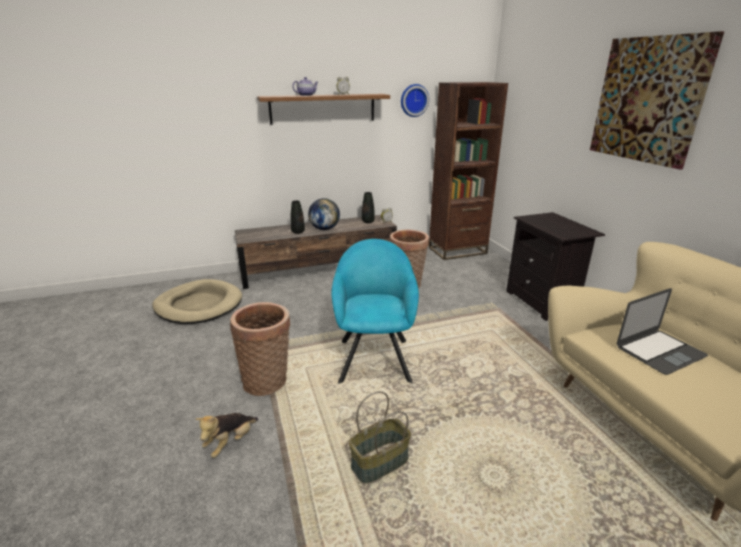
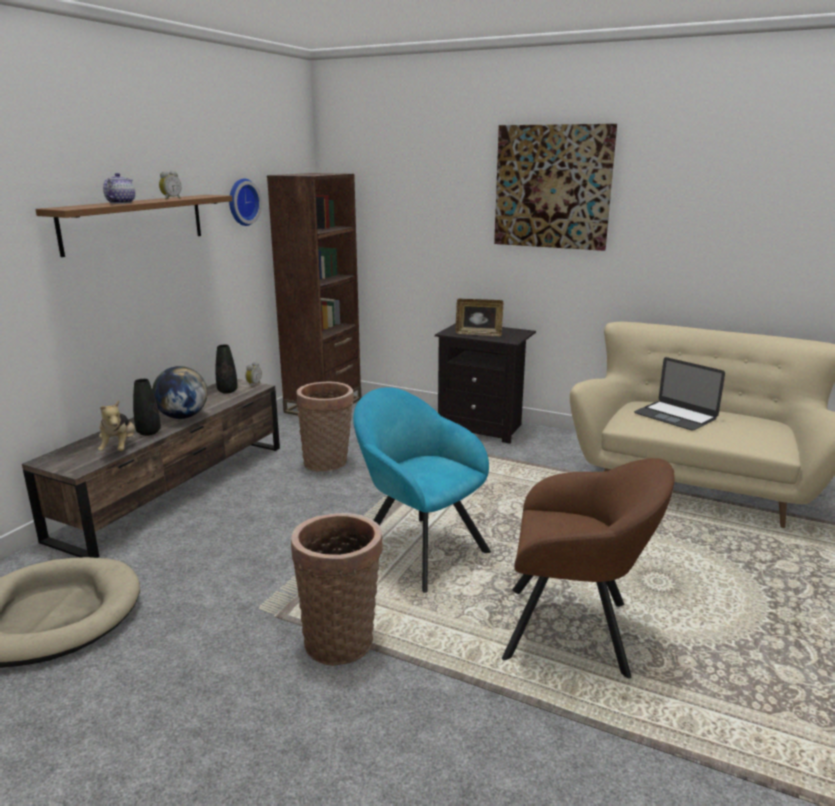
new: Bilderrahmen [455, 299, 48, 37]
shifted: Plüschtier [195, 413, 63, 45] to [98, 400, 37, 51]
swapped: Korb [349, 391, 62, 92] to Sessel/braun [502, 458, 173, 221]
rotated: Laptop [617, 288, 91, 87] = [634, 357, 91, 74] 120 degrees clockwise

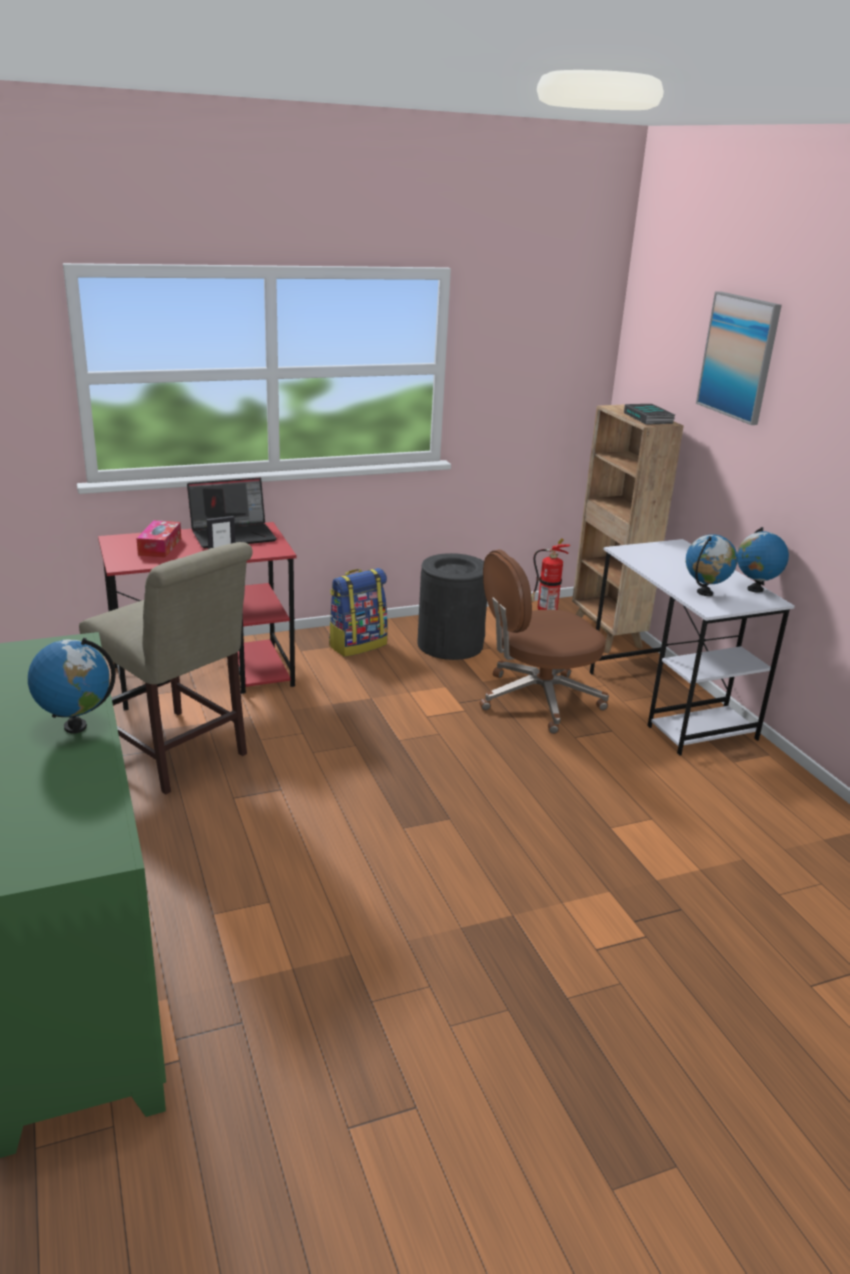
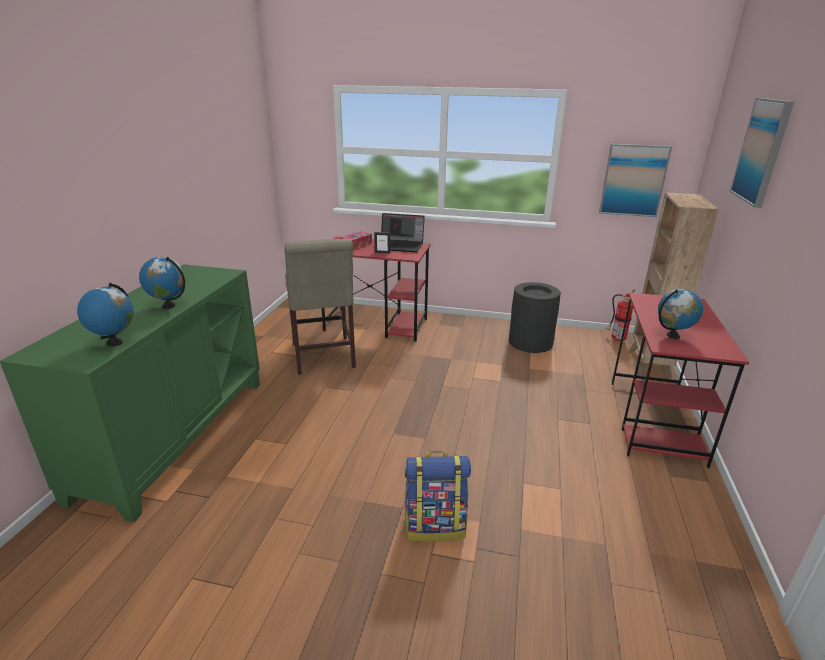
gone: Bürostuhl/braun [479, 550, 130, 184]; Buch [624, 404, 51, 21]
new: Bild [599, 144, 73, 73]
shifted: Rucksack [329, 568, 59, 89] to [404, 451, 67, 91]; Globus [737, 527, 52, 66] to [77, 283, 57, 63]
repainted: Schreibtisch/weiß [590, 539, 205, 217] to Schreibtisch/rot [612, 292, 137, 176]

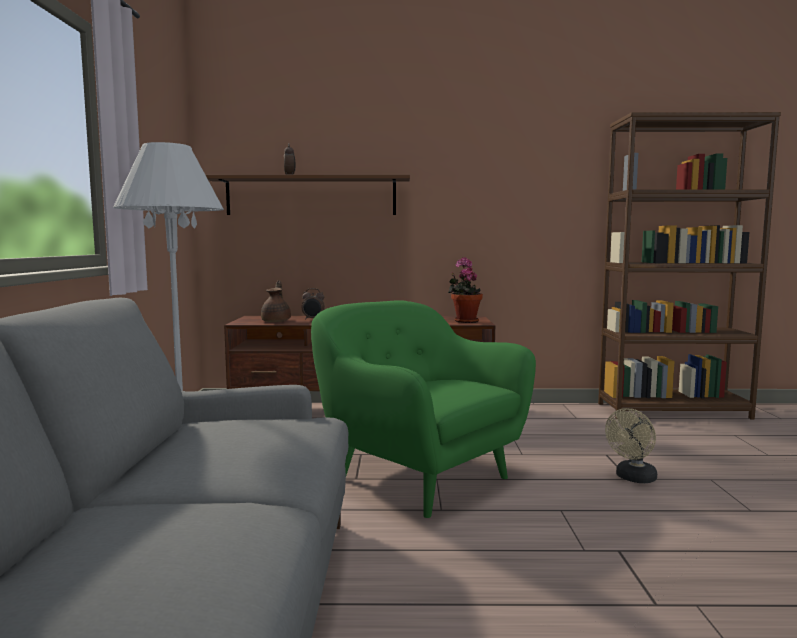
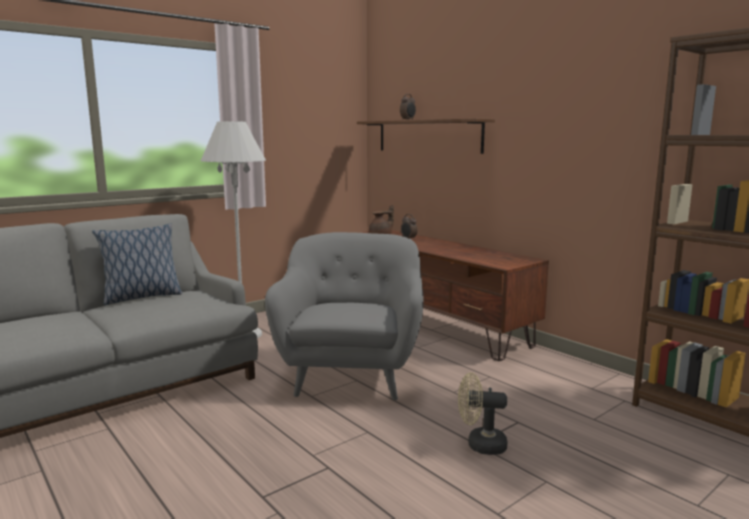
gone: Topfpflanze [448, 257, 35, 66]
new: Kissen [92, 224, 90, 81]
repainted: Sessel/grün [311, 300, 225, 218] to Sessel/grau [265, 232, 159, 168]

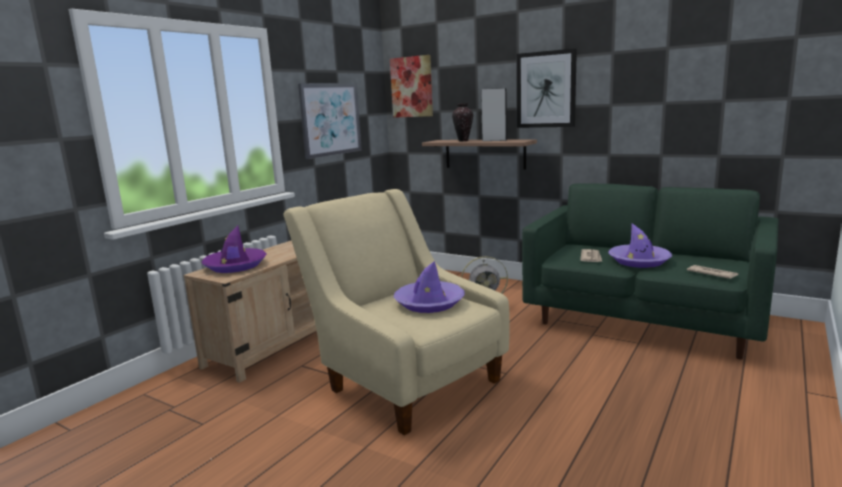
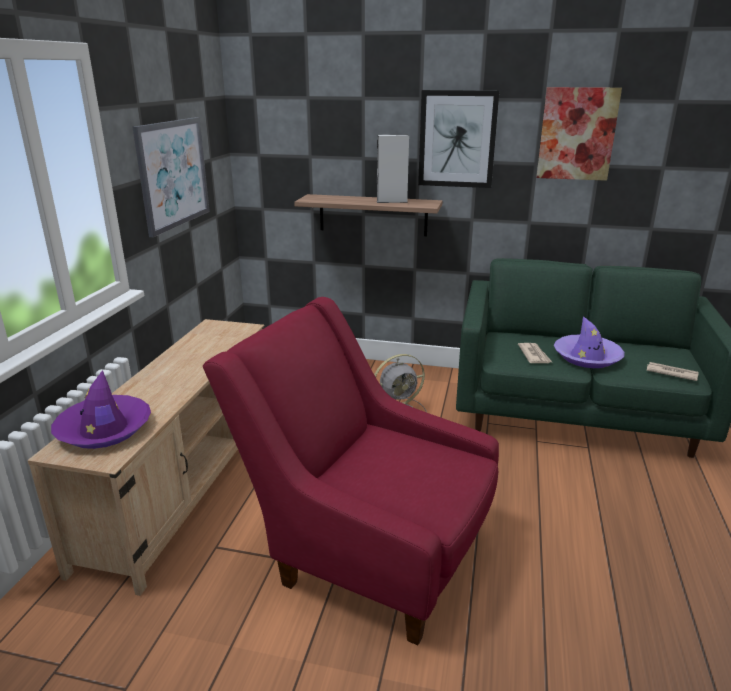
gone: Hut/lila [394, 261, 71, 52]; Vase [452, 103, 21, 38]
shifted: Bild [390, 55, 43, 63] to [537, 87, 85, 94]
repainted: Sessel/beige [283, 189, 227, 246] to Sessel/rot [203, 297, 296, 348]

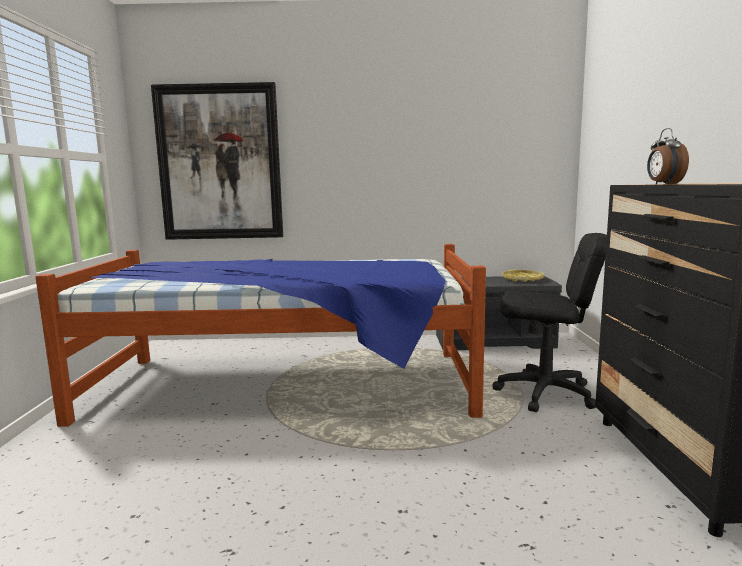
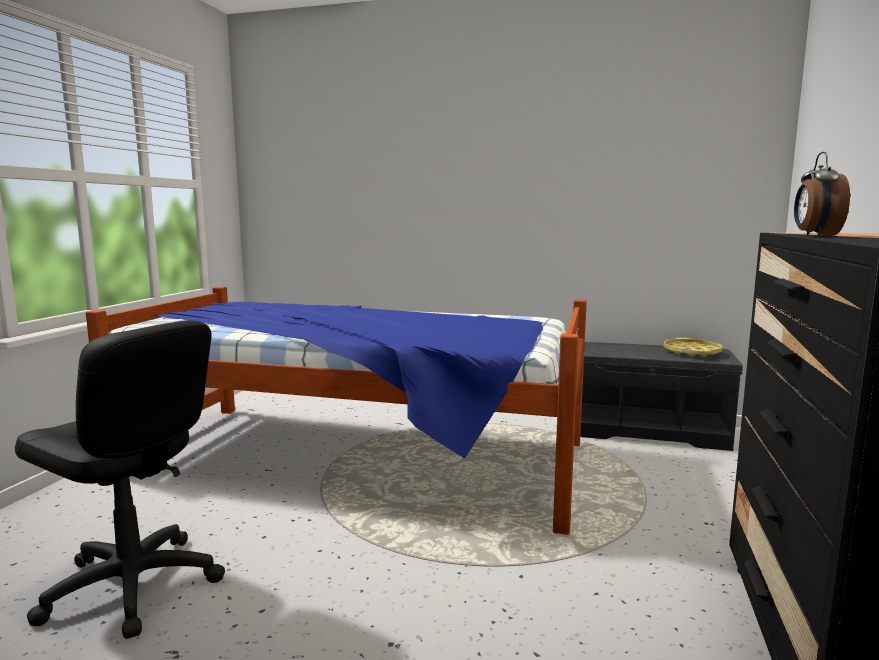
gone: Bild [151, 82, 132, 158]
shifted: Bürostuhl/schwarz [493, 233, 114, 179] to [15, 320, 210, 319]

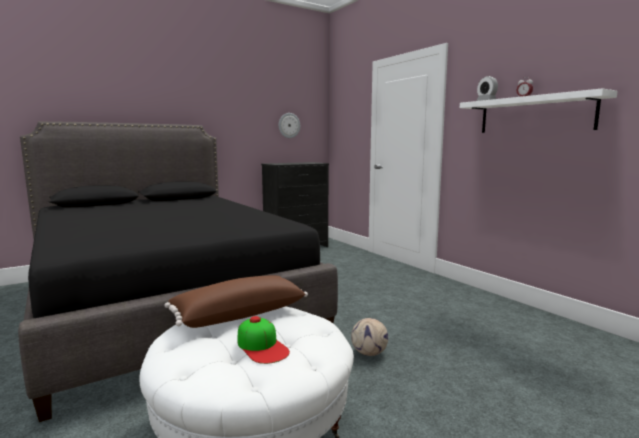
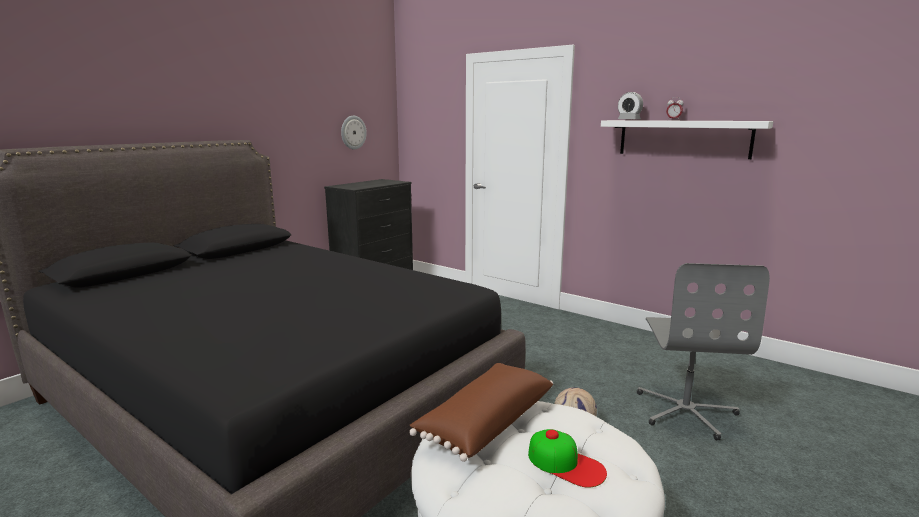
new: Bürostuhl/grau [637, 263, 133, 178]

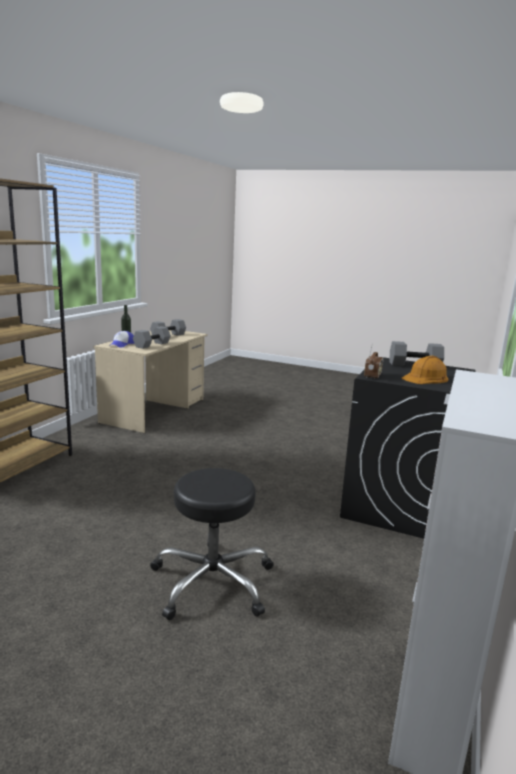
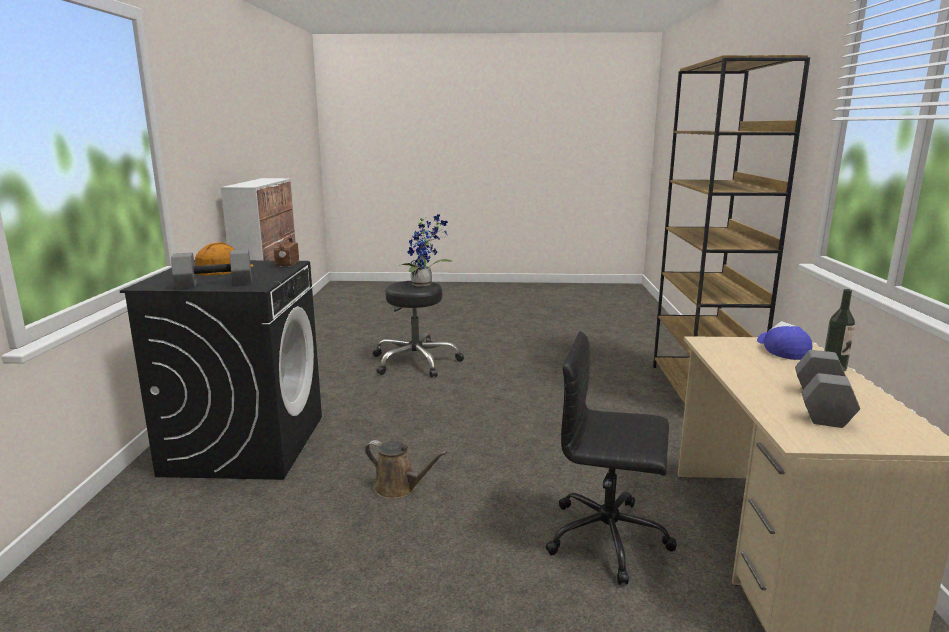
gone: Hantel/grau [133, 326, 38, 23]
new: Gießkanne/braun [365, 440, 82, 59]; Topfpflanze [399, 214, 53, 73]; Bürostuhl/schwarz [545, 331, 132, 254]

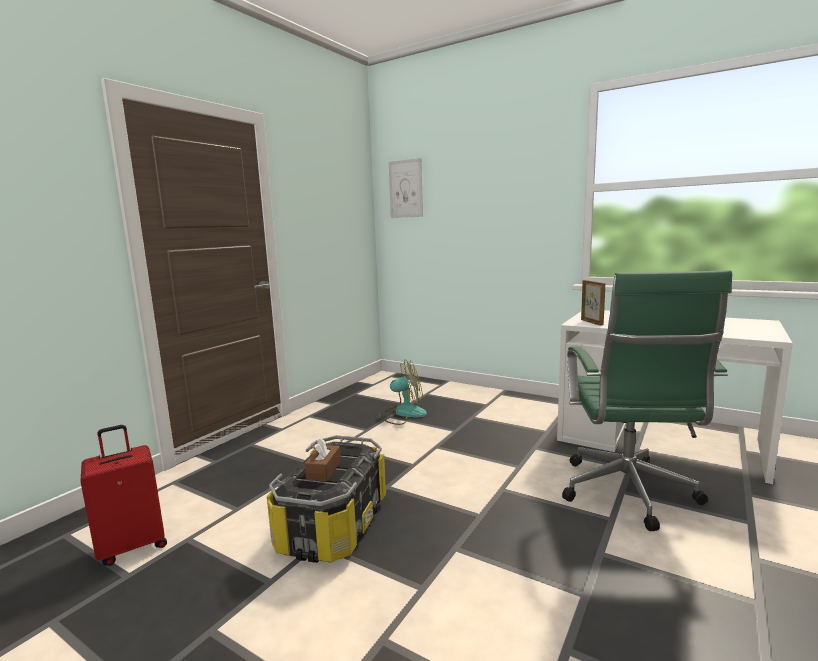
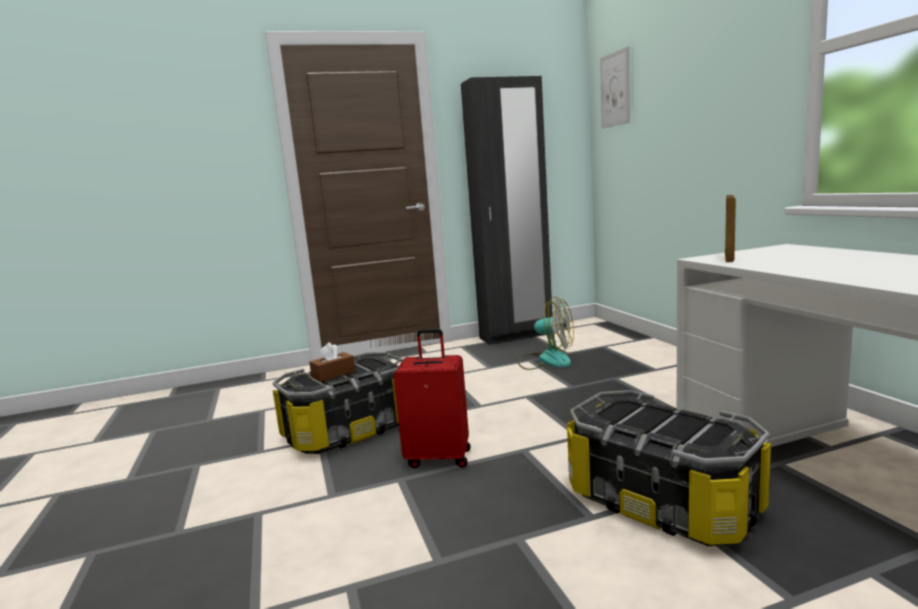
new: Kleiderschrank/schwarz [461, 76, 92, 269]
shifted: Koffer/rot [80, 425, 87, 141] to [393, 329, 78, 139]
swapped: Bürostuhl/grün [562, 270, 170, 261] to Aufbewahrungsbox [567, 390, 204, 156]

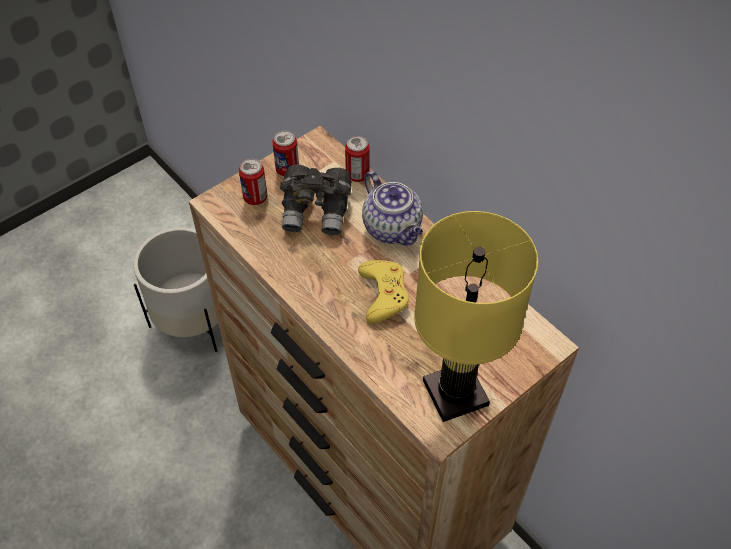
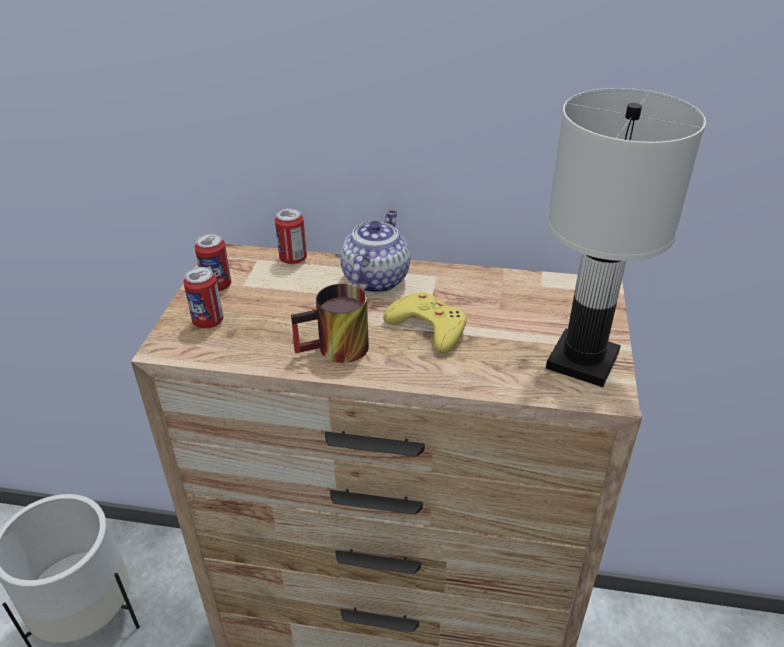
gone: Fernglas/grau [280, 165, 72, 70]
new: Henkelbecher [291, 283, 78, 80]
repainted: Tischlampe/gelb [414, 211, 124, 211] to Tischlampe/weiß [546, 88, 160, 299]
rotated: Teekanne [362, 171, 61, 75] = [340, 210, 70, 83] 90 degrees counterclockwise

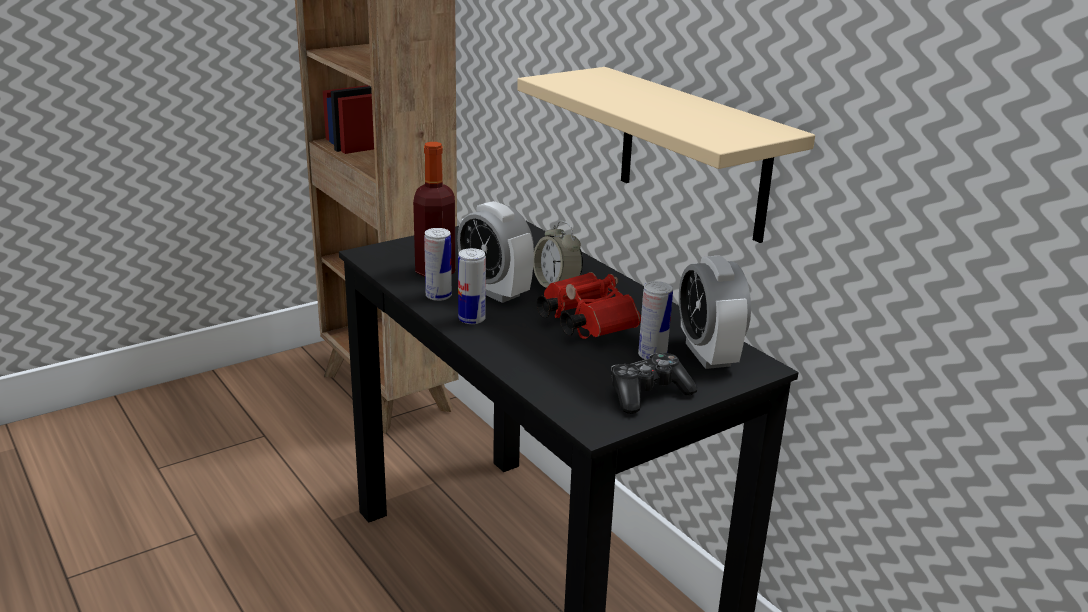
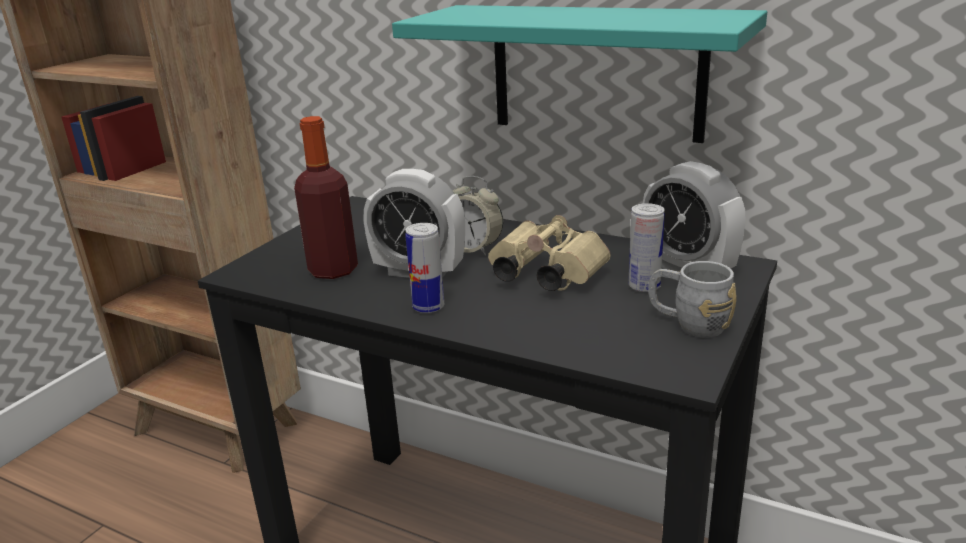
gone: Dose [424, 228, 28, 73]
swapped: Gamepad [611, 353, 86, 61] to Henkelbecher/grau [649, 261, 88, 77]
repainted: Wandregal/beige [517, 67, 298, 176] to Wandregal/türkis [392, 5, 375, 138]; Fernglas/rot [537, 272, 104, 67] to Fernglas/beige [488, 215, 123, 76]

